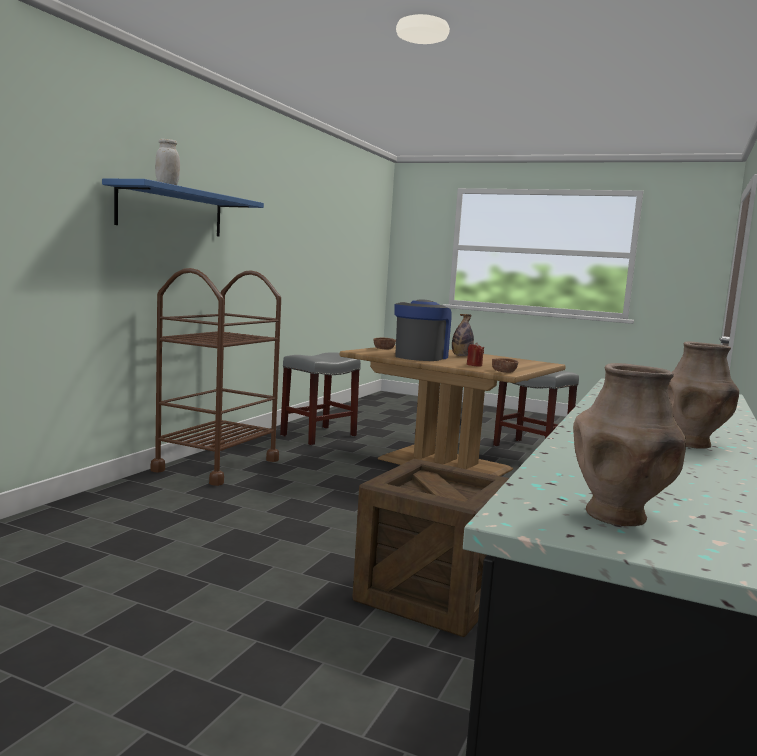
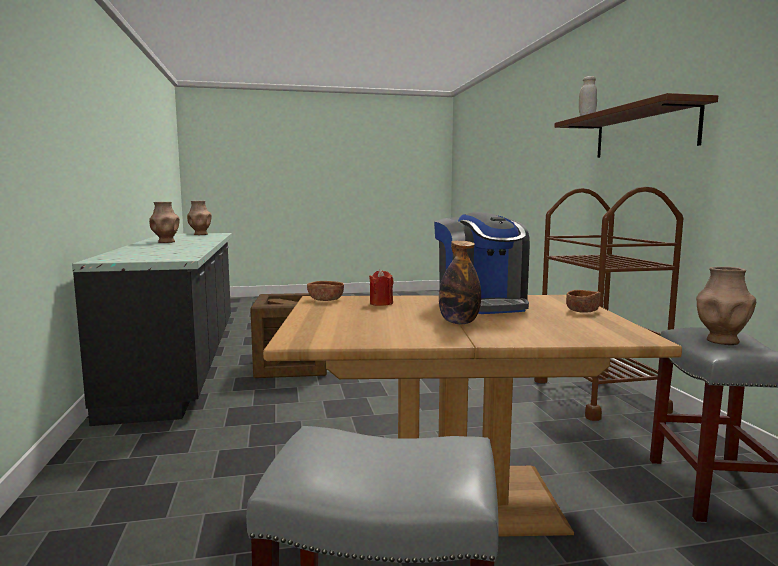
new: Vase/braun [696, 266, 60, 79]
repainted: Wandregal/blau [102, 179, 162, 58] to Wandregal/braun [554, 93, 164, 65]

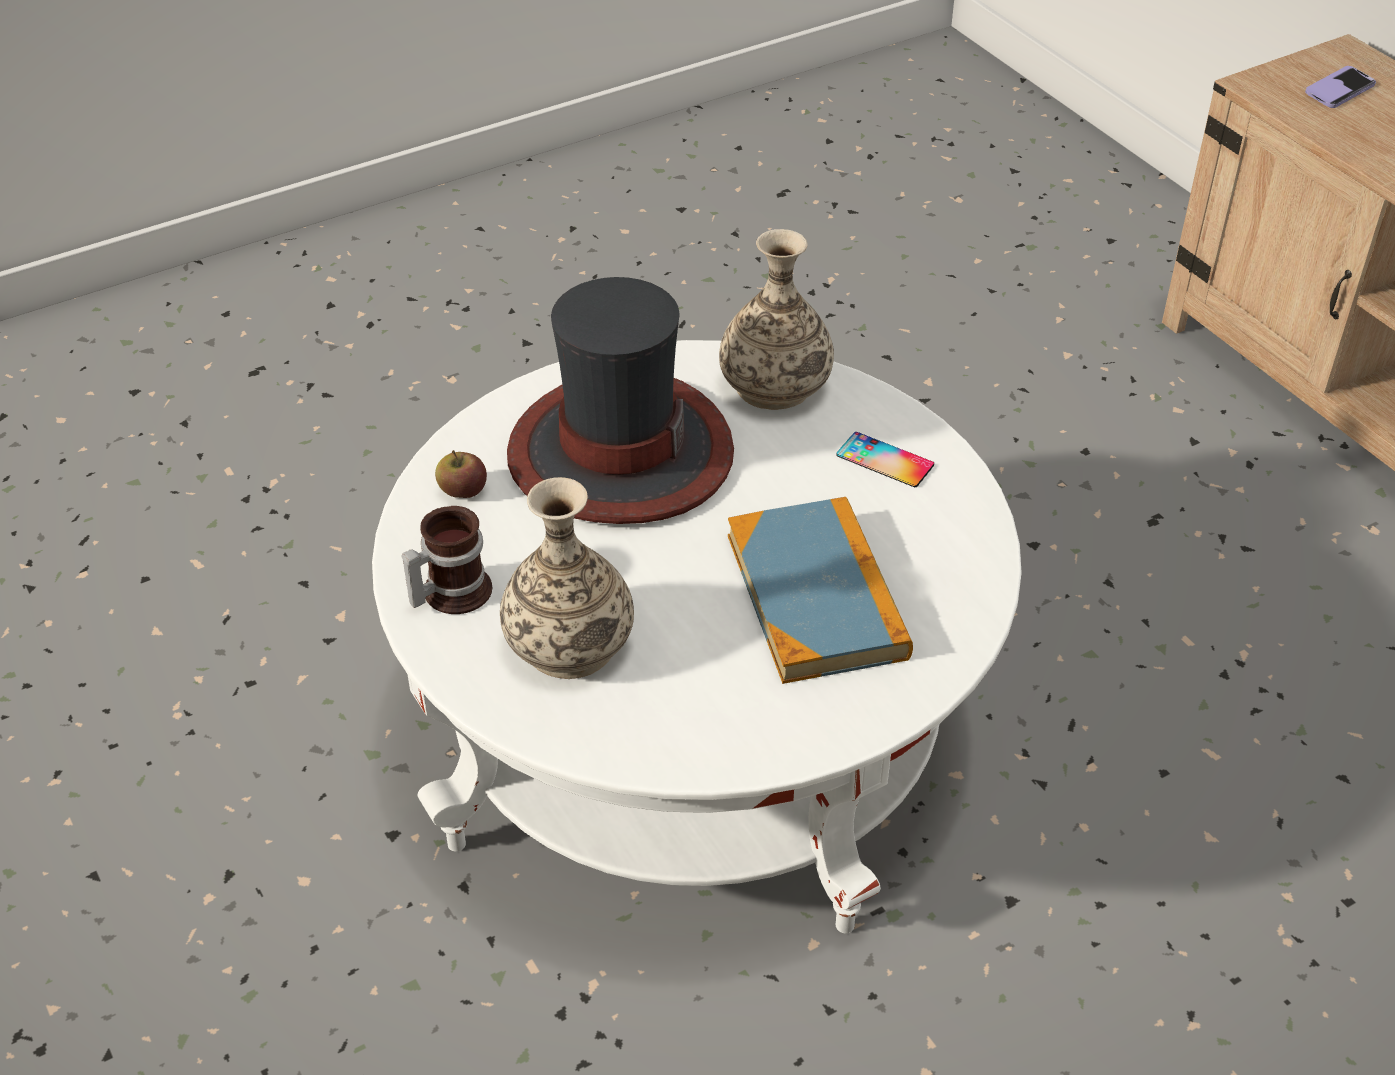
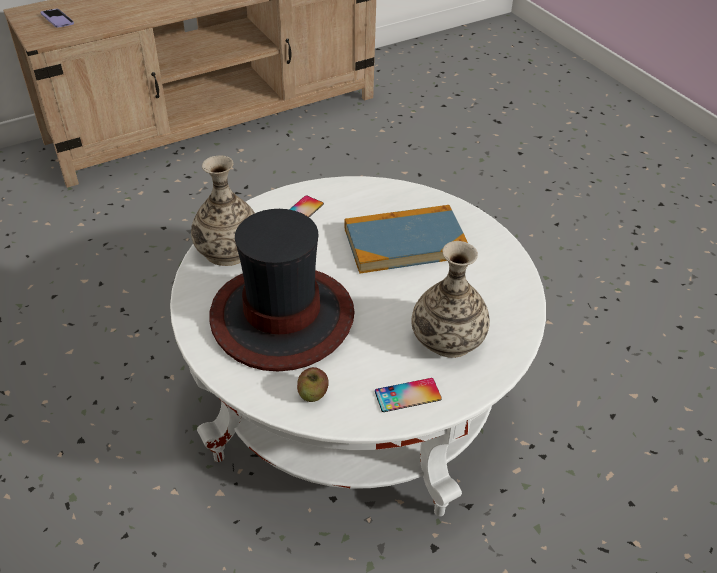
swapped: Henkelbecher [401, 506, 91, 108] to Handy [375, 378, 67, 34]

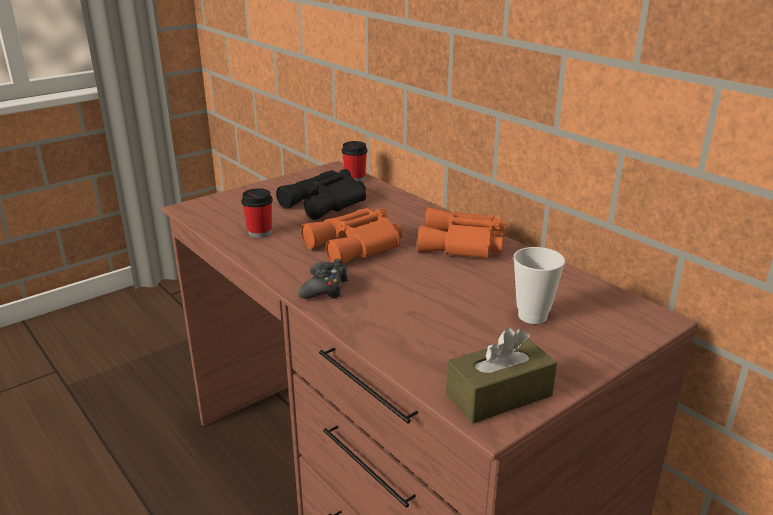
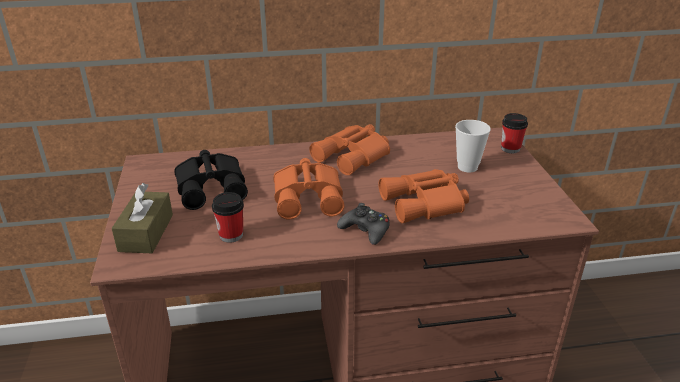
new: Fernglas/orange [379, 169, 90, 54]
shifted: Tasse [342, 141, 25, 41] to [501, 113, 27, 40]; Taschentuchbox/braun [446, 328, 111, 95] to [112, 183, 61, 70]

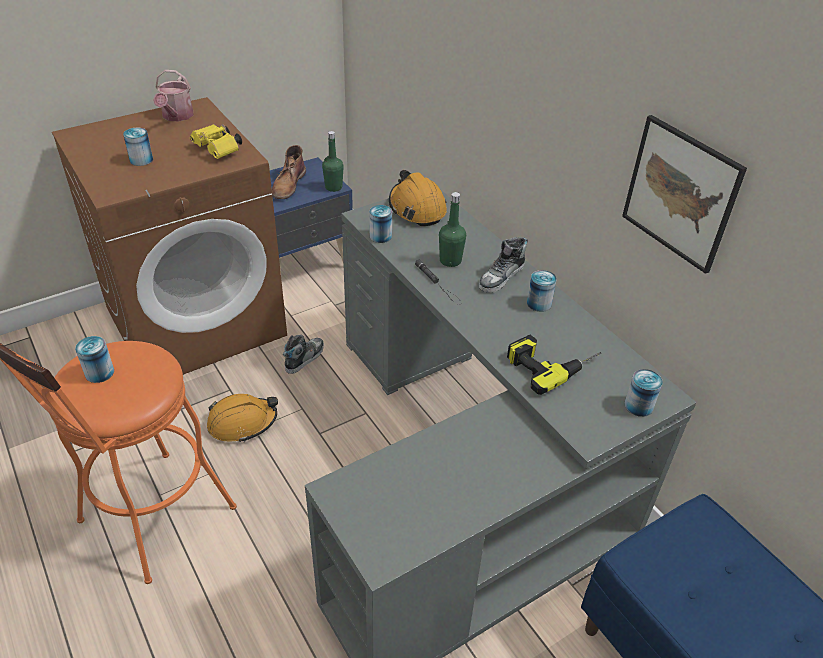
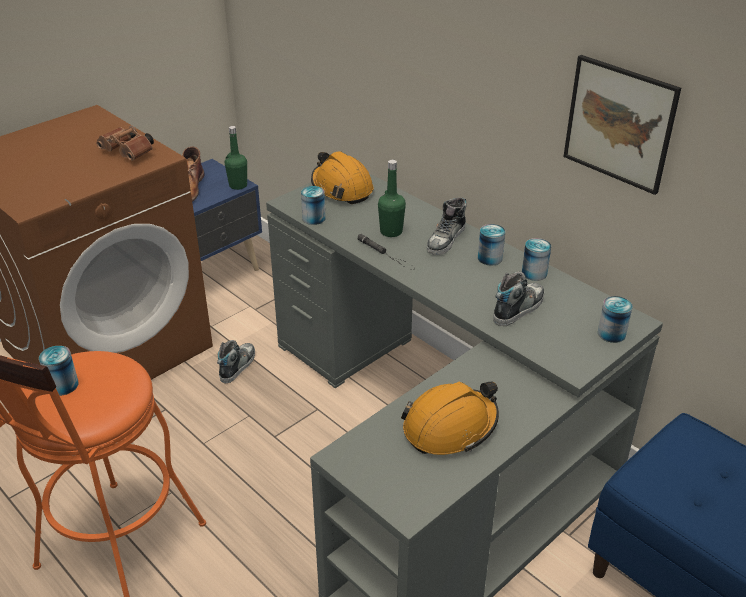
gone: Gießkanne [153, 70, 41, 52]
shifted: Dose [123, 128, 30, 38] to [522, 238, 29, 43]; Schutzhelm/orange [207, 394, 71, 48] to [401, 382, 98, 73]
swapped: Bohrmaschine [507, 335, 94, 60] to Schuh [494, 272, 50, 54]
repainted: Fernglas/gelb [190, 124, 52, 35] to Fernglas/braun [96, 125, 58, 36]

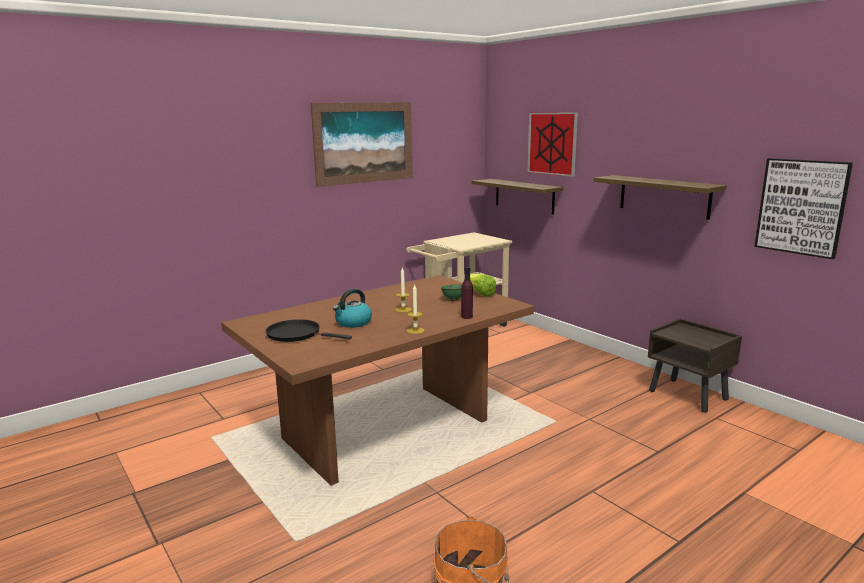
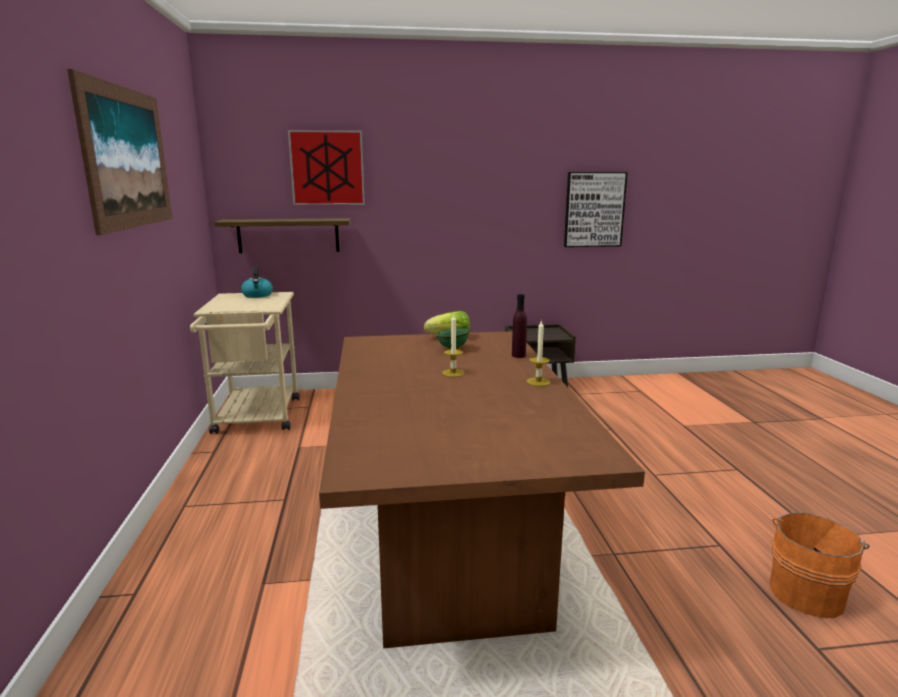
gone: Pfanne/schwarz [265, 319, 87, 23]; Wandregal [593, 175, 134, 45]
shifted: Wasserkessel [333, 289, 39, 39] to [241, 266, 32, 32]

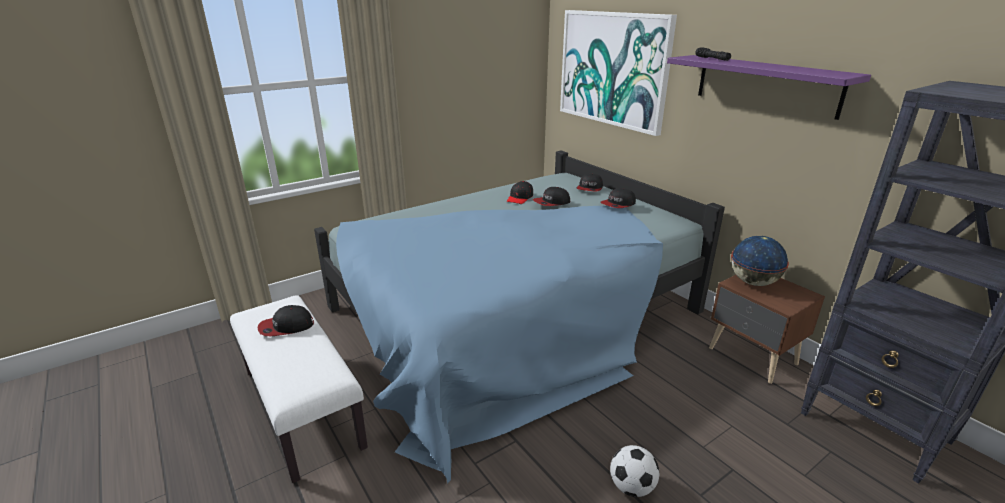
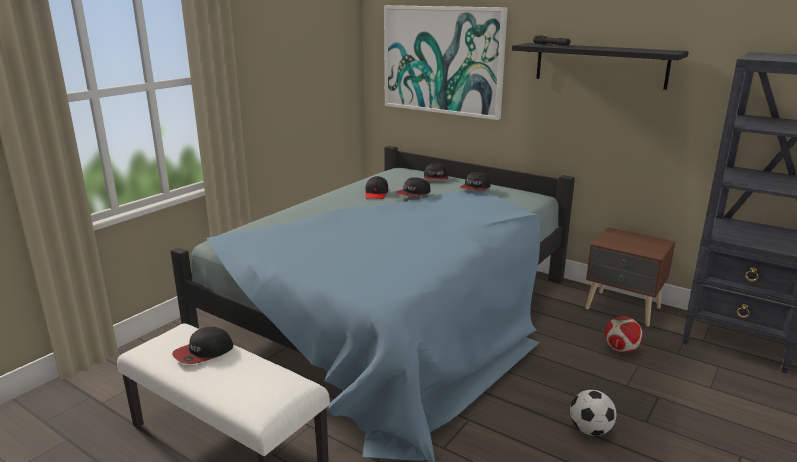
gone: Globus [731, 236, 58, 50]
new: Fußball [605, 316, 38, 37]
repainted: Wandregal/lila [667, 55, 204, 65] to Wandregal/schwarz [512, 43, 177, 47]

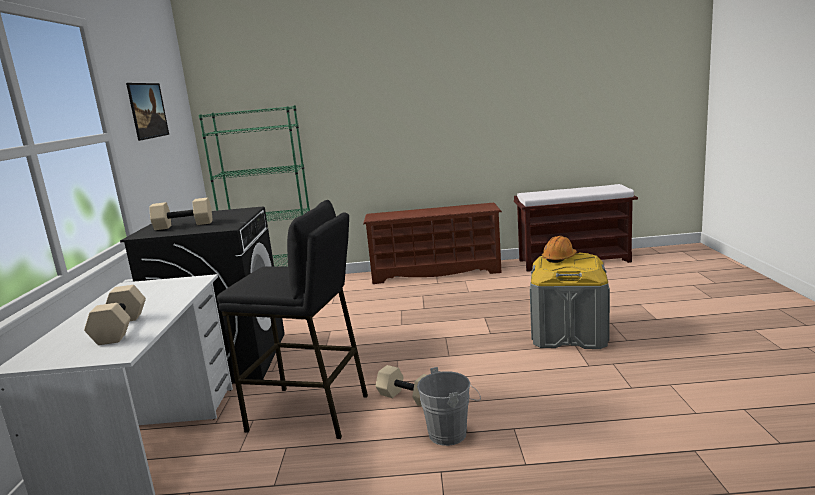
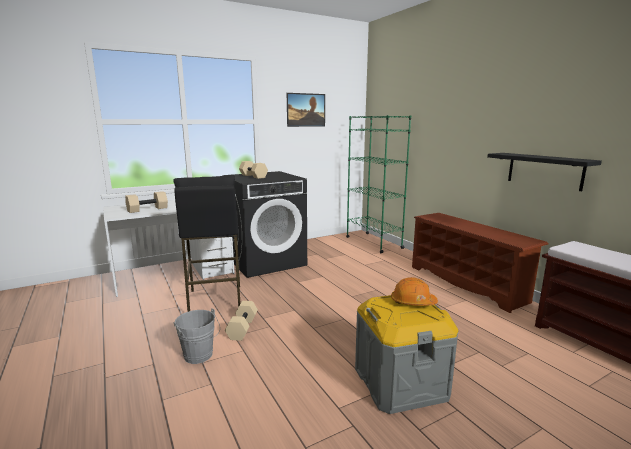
new: Wandregal/schwarz [487, 153, 115, 38]

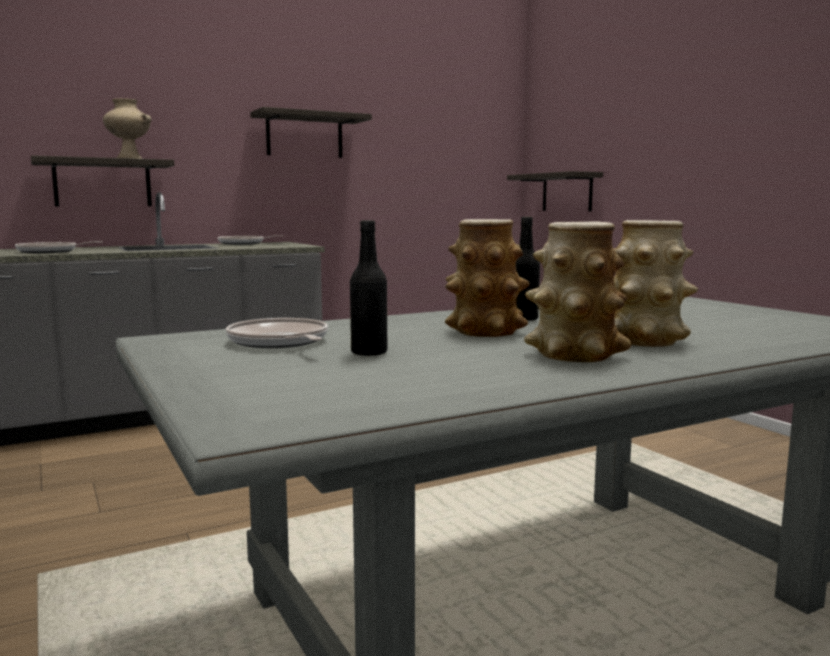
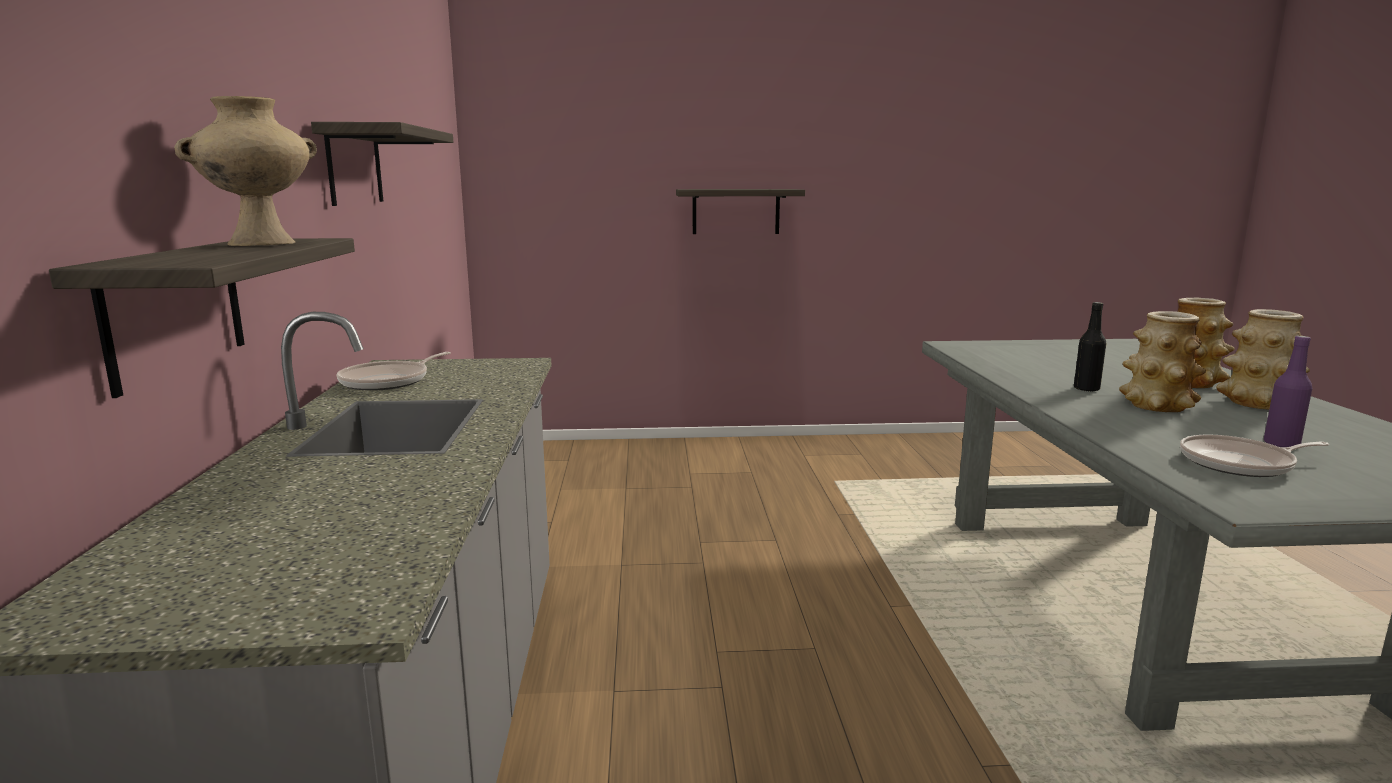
gone: Pfanne [15, 241, 88, 12]
shifted: Wandregal [507, 171, 96, 40] to [676, 189, 129, 45]
repainted: Flasche/schwarz [350, 220, 37, 136] to Flasche/lila [1264, 336, 48, 111]

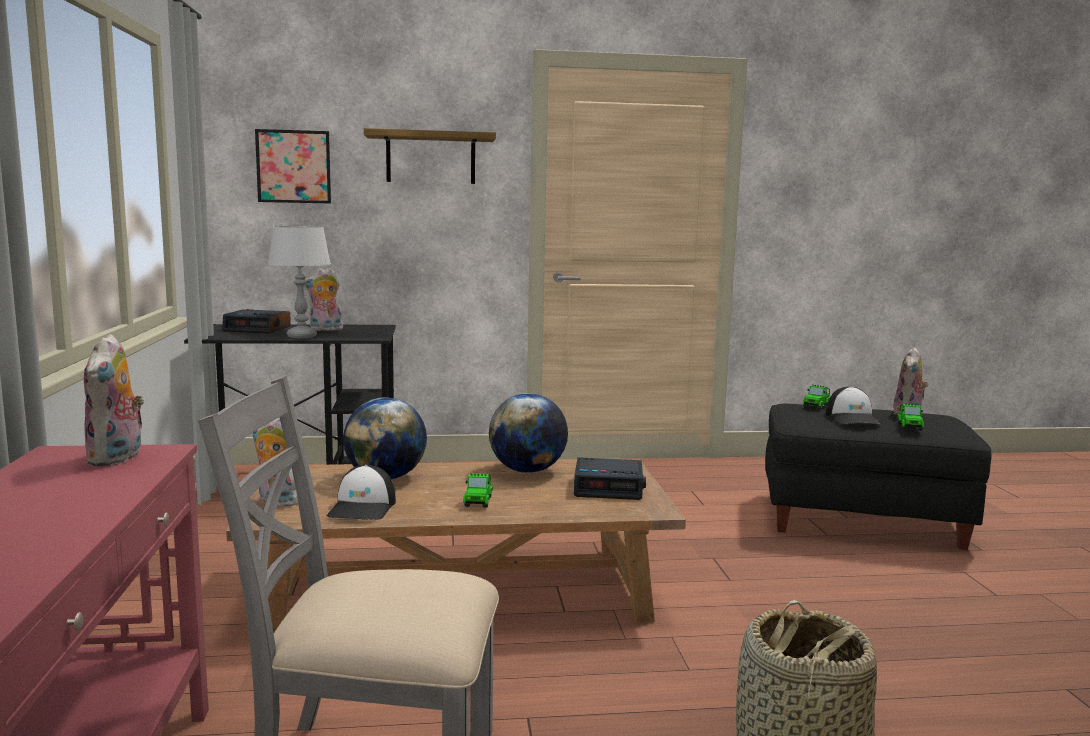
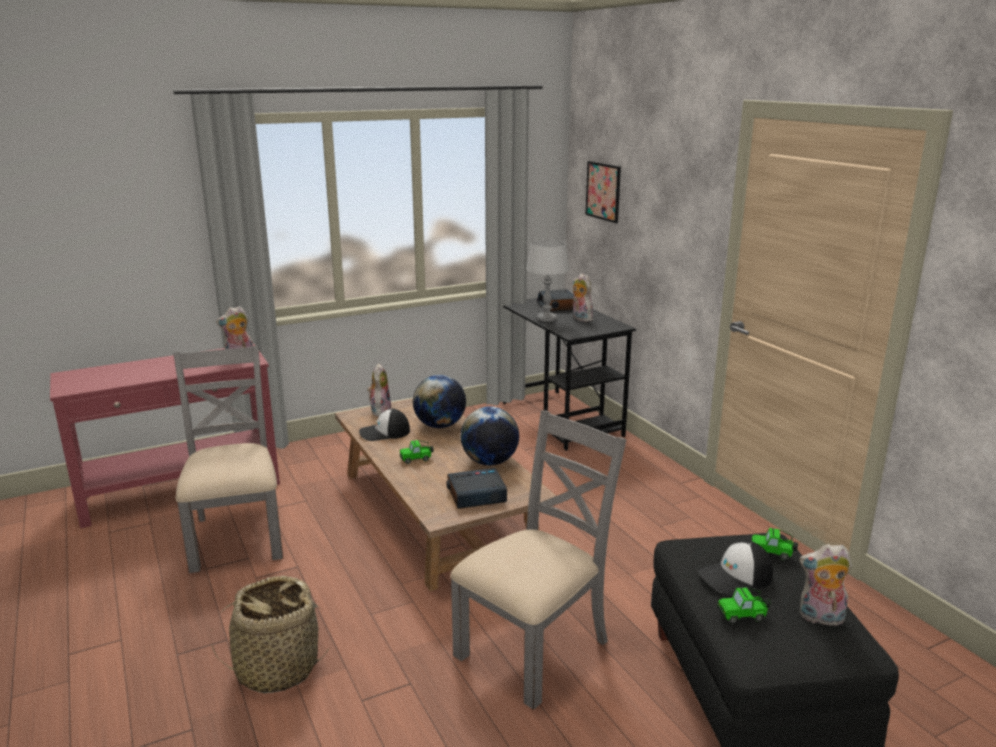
gone: Wandregal [364, 128, 132, 56]
new: Stuhl/grau [450, 410, 177, 300]
rotated: Wecker [574, 457, 72, 43] = [446, 468, 61, 41] 90 degrees clockwise

